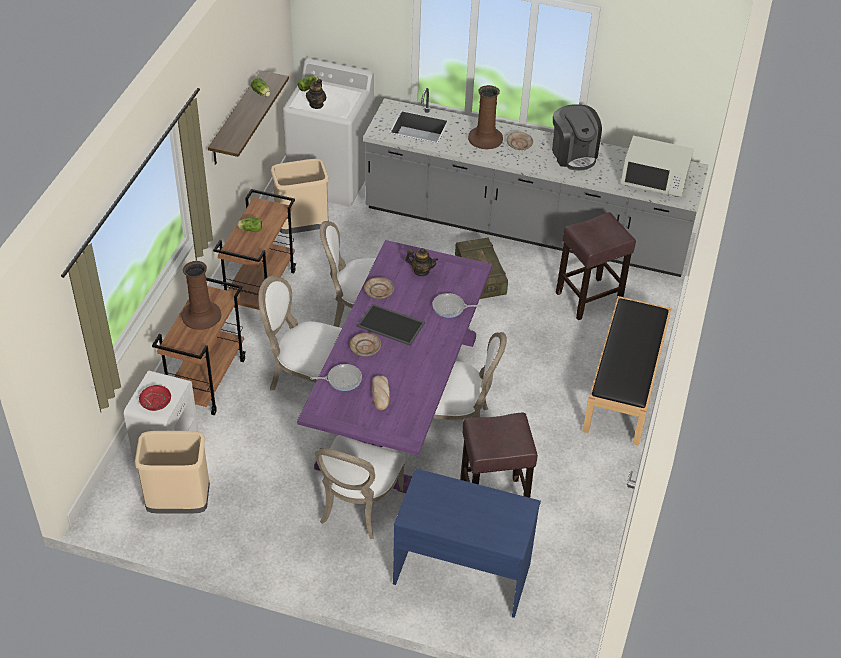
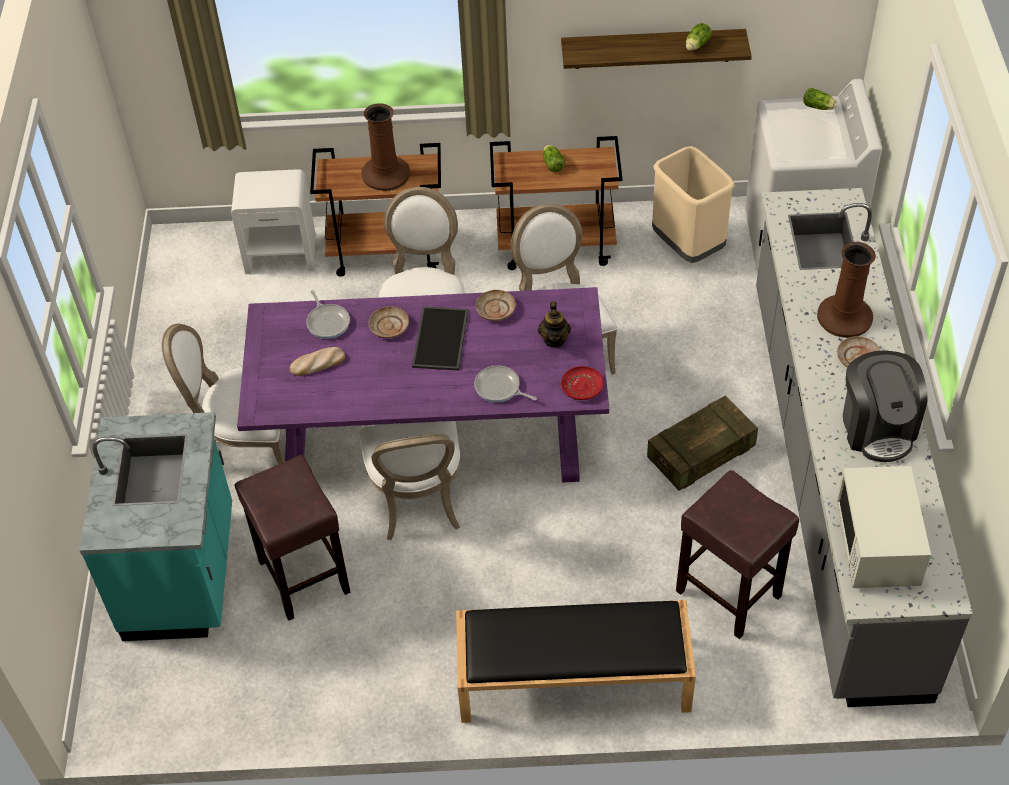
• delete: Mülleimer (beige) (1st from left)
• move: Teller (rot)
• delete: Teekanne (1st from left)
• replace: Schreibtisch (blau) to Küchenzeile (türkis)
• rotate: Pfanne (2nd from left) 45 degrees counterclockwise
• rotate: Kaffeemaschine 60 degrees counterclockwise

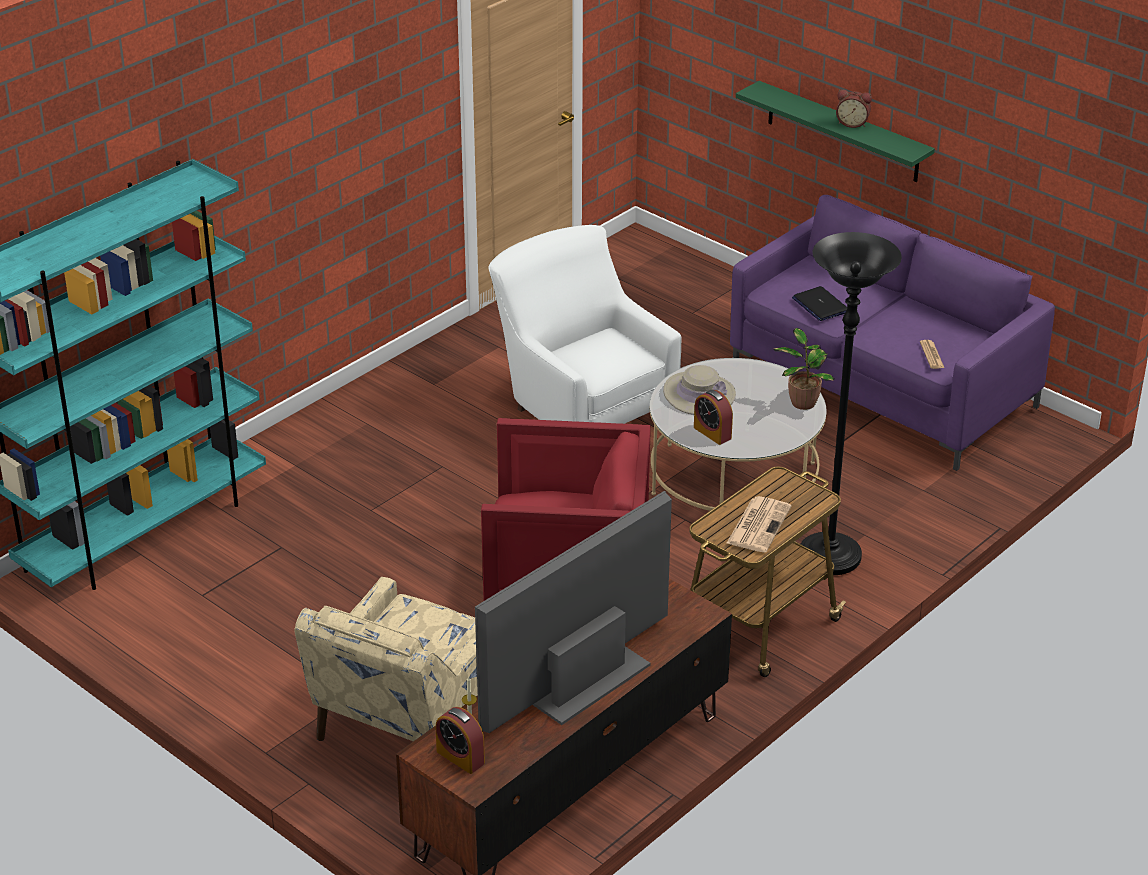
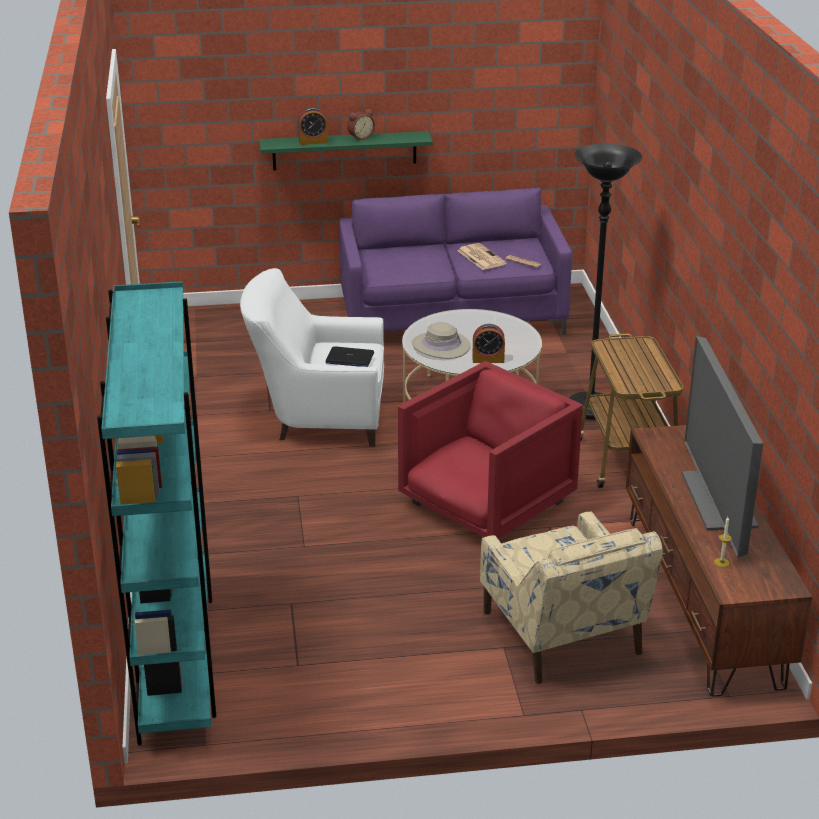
• move: Wecker (1st from left)
• move: Zeitung (1st from left)
• delete: Topfpflanze
• move: Laptop

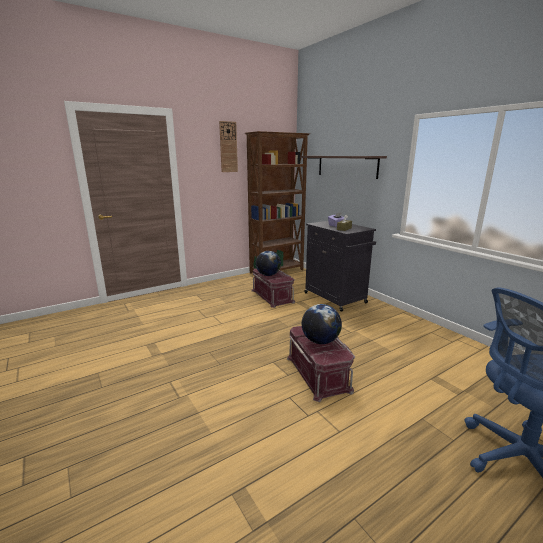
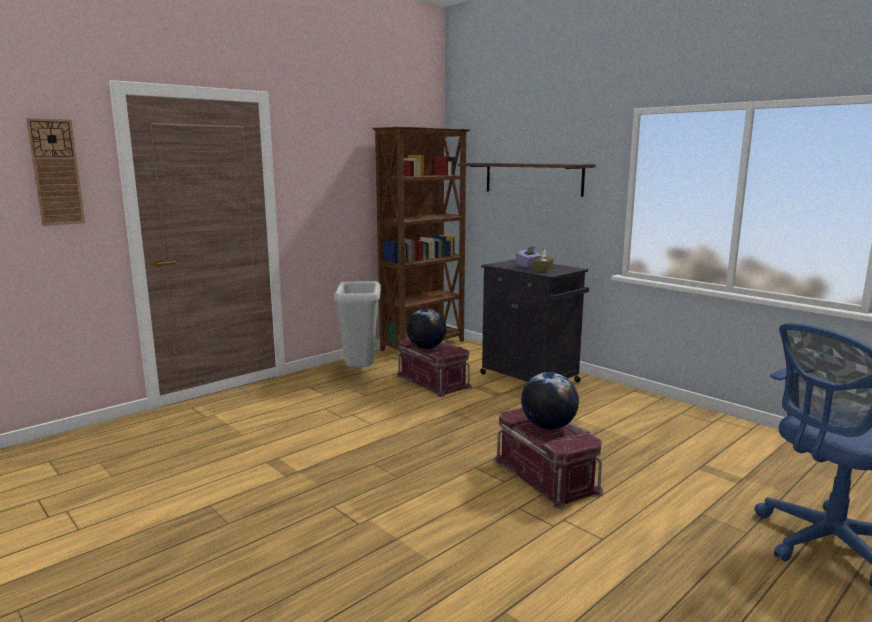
• move: Wanduhr
• insert: Mülleimer (grau)

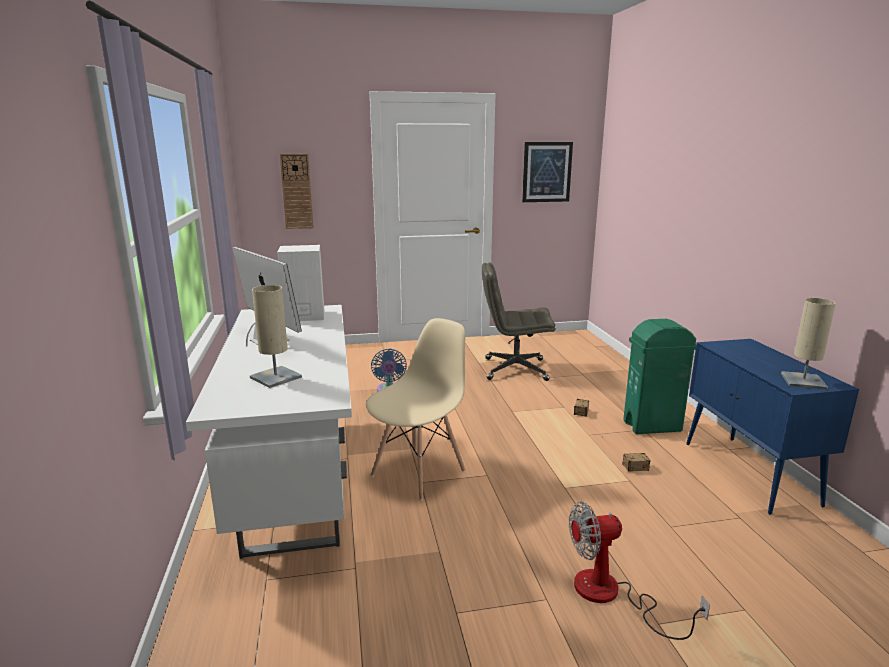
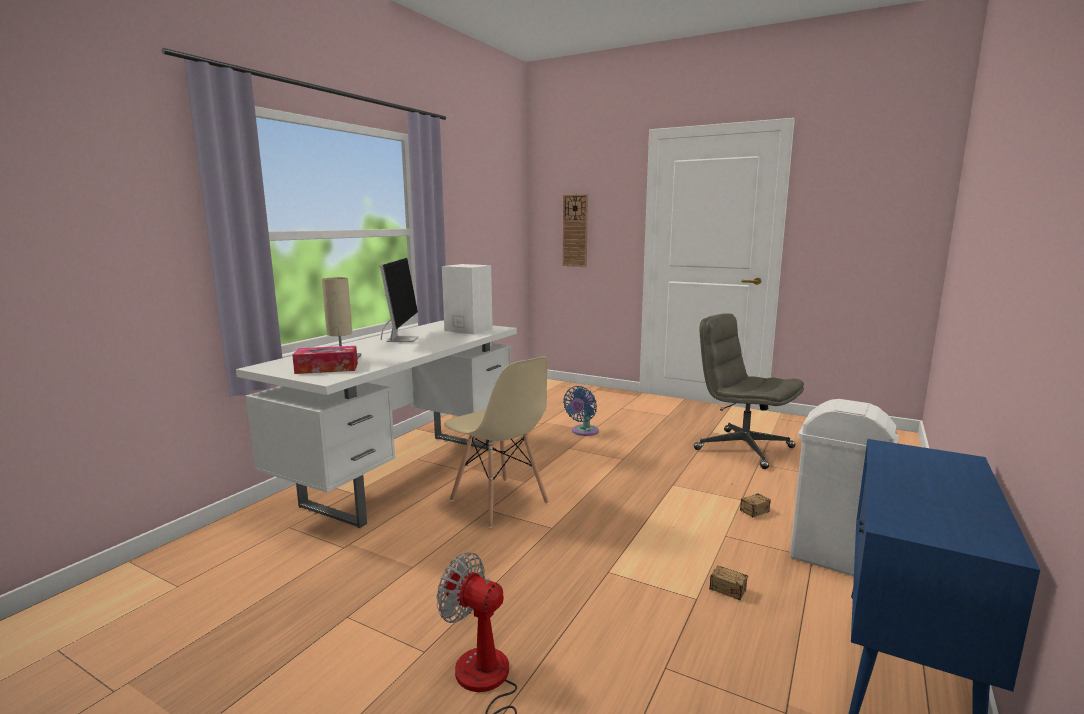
• rotate: Stuhl (beige) 60 degrees clockwise
• delete: Bild
• recolor: Mülleimer (grün) to Mülleimer (weiß)
• delete: Tischlampe (beige) (2nd from left)
• insert: Taschentuchbox

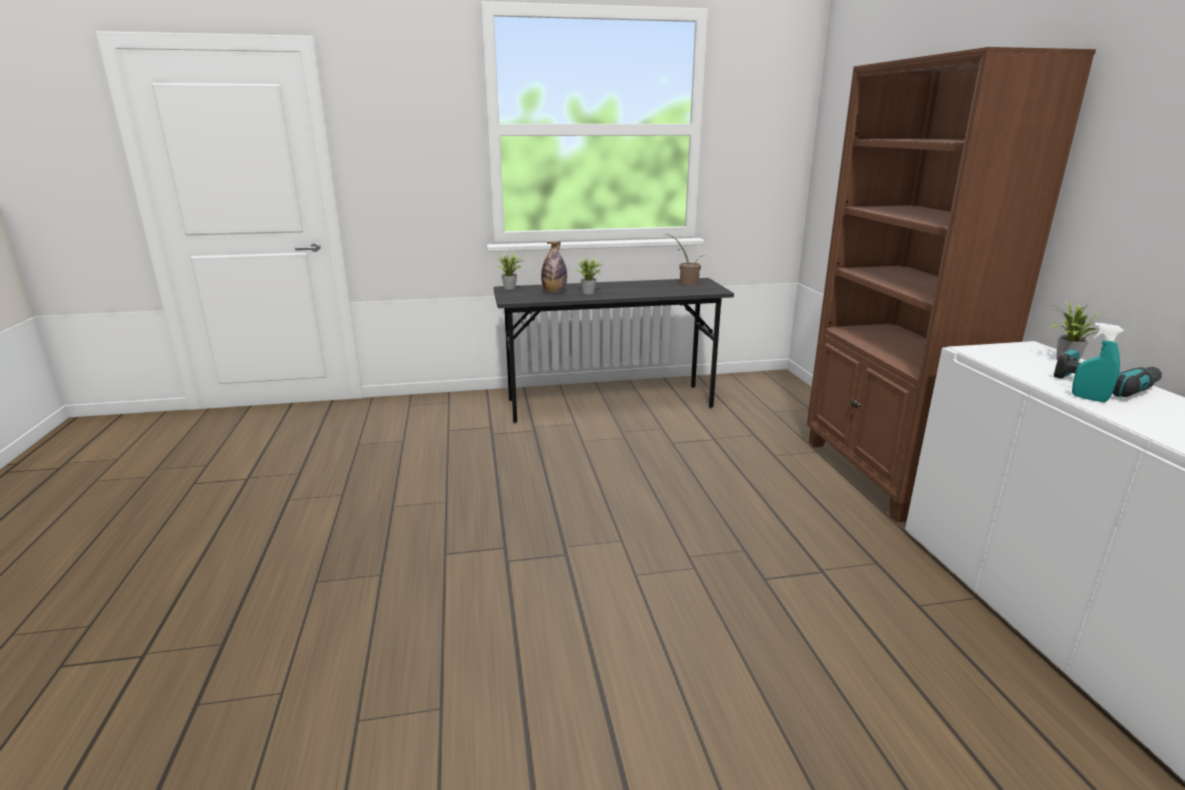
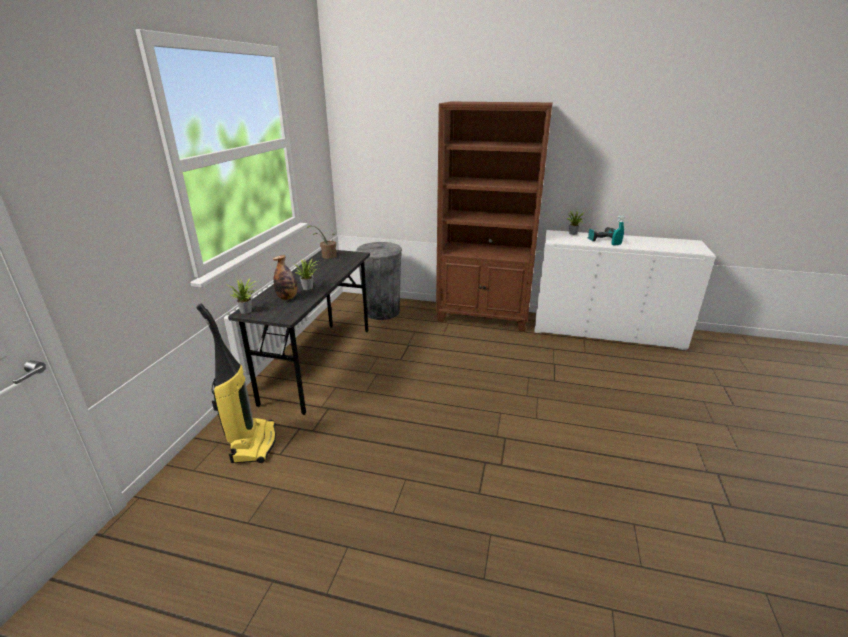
• insert: Staubsauger
• insert: Mülleimer (grau)

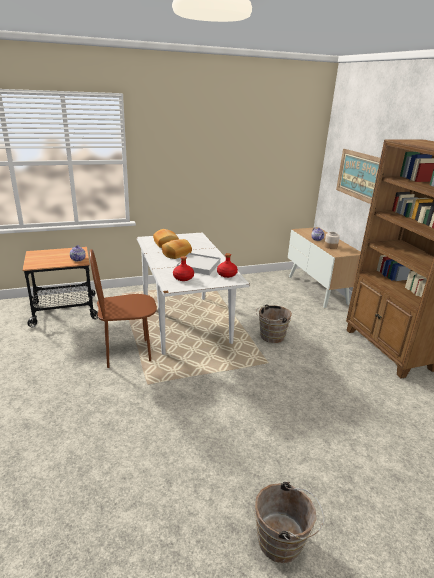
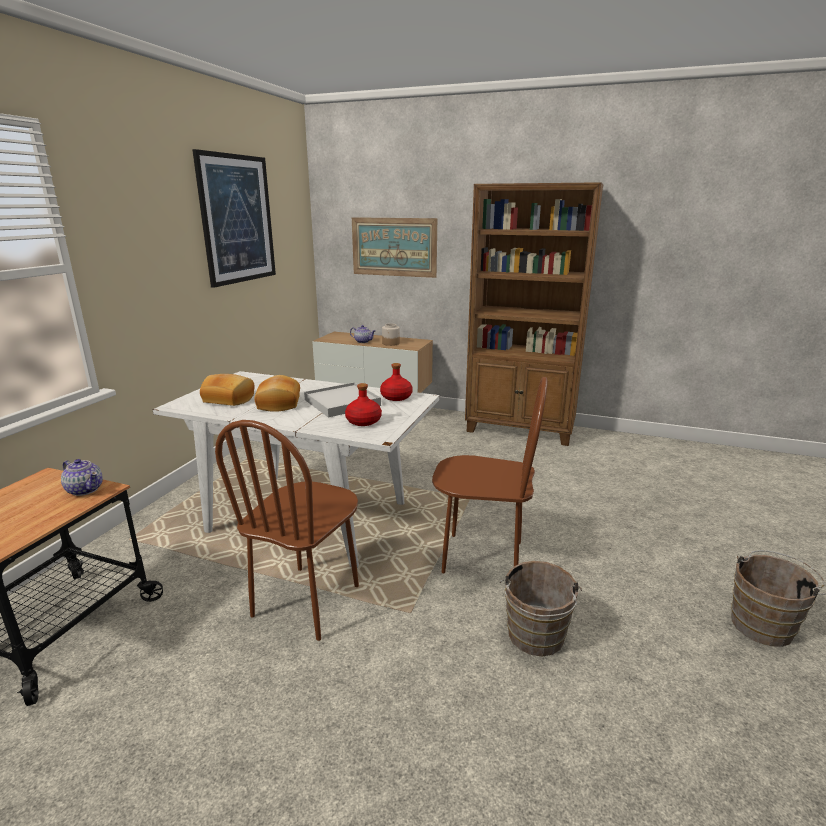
• move: Eimer (braun) (1st from left)
• insert: Bild (1st from left)
• insert: Stuhl (braun) (2nd from left)

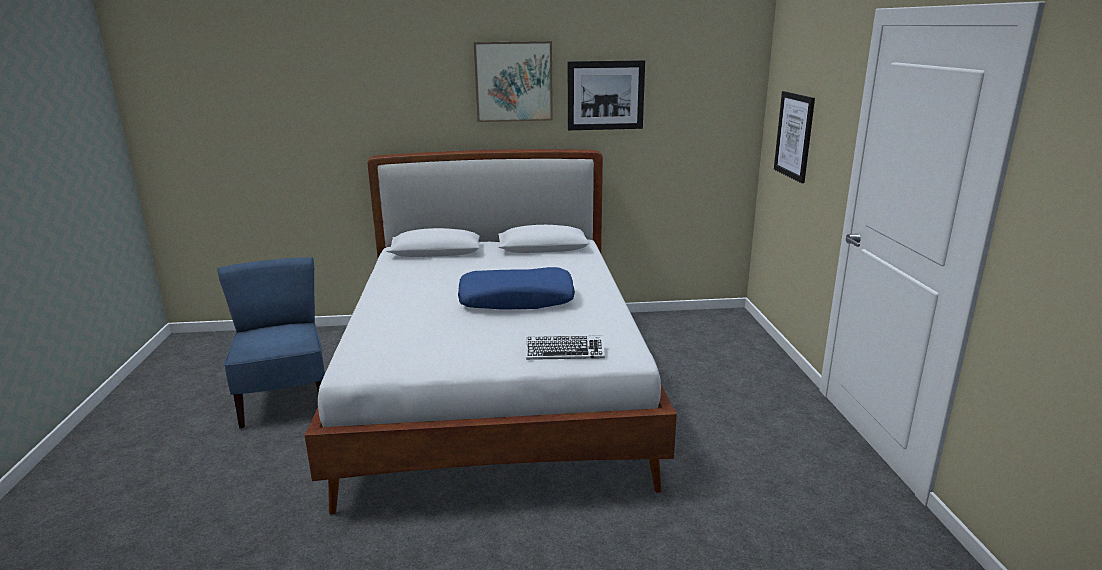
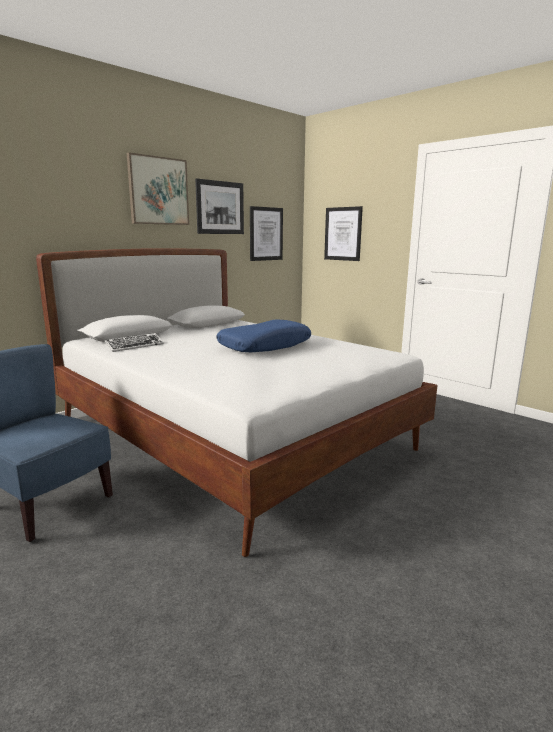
• move: Tastatur
• insert: Bild (3rd from left)

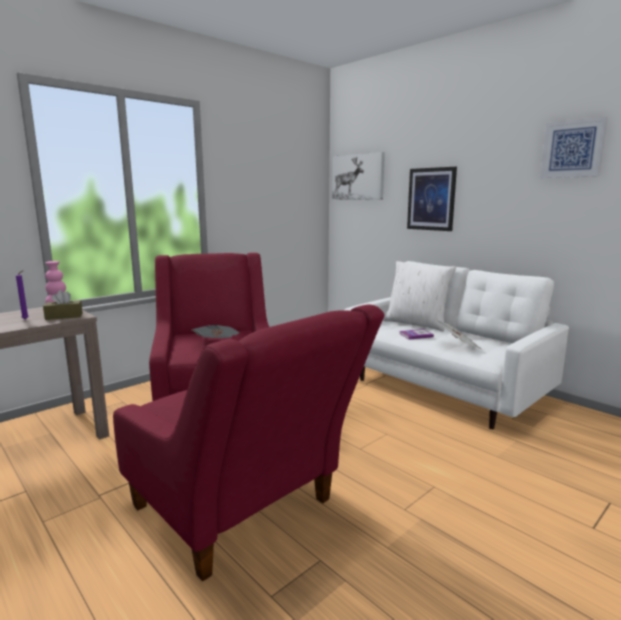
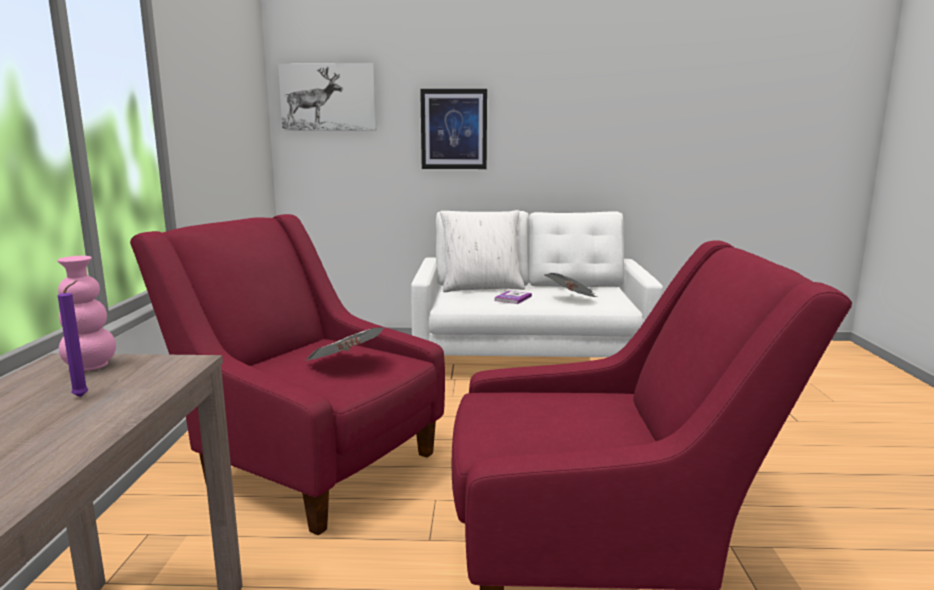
• delete: Taschentuchbox (braun)
• delete: Bild (3rd from left)

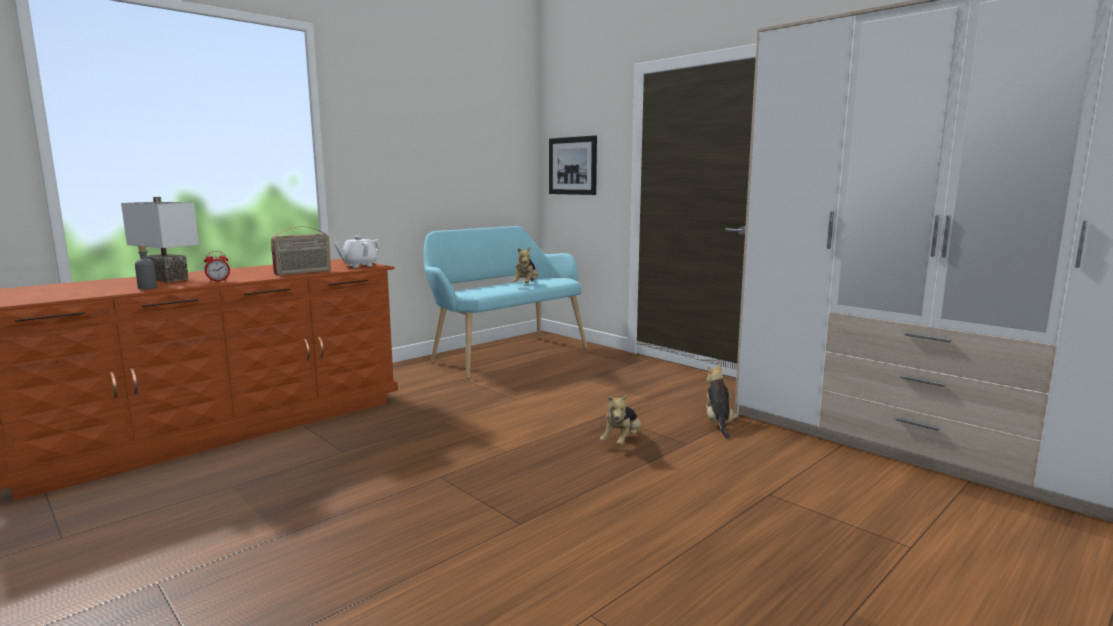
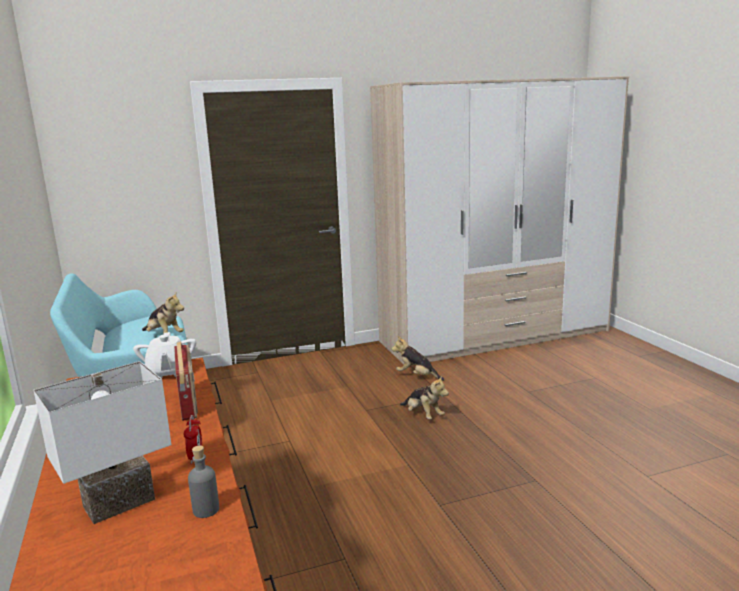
• delete: Bild

